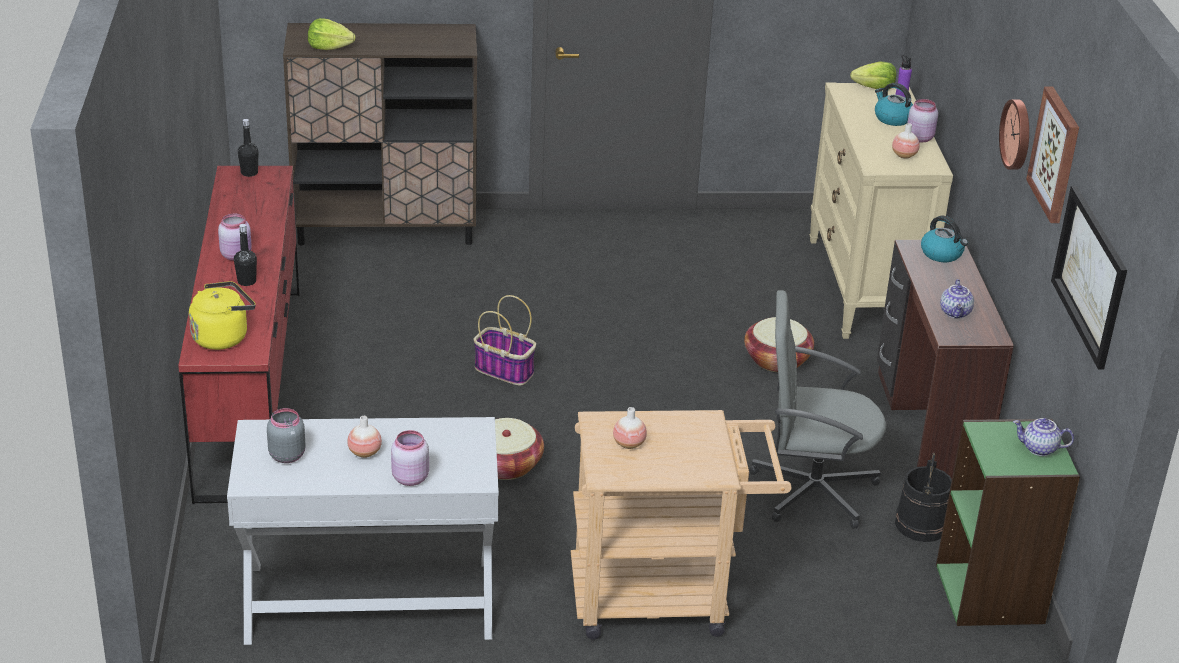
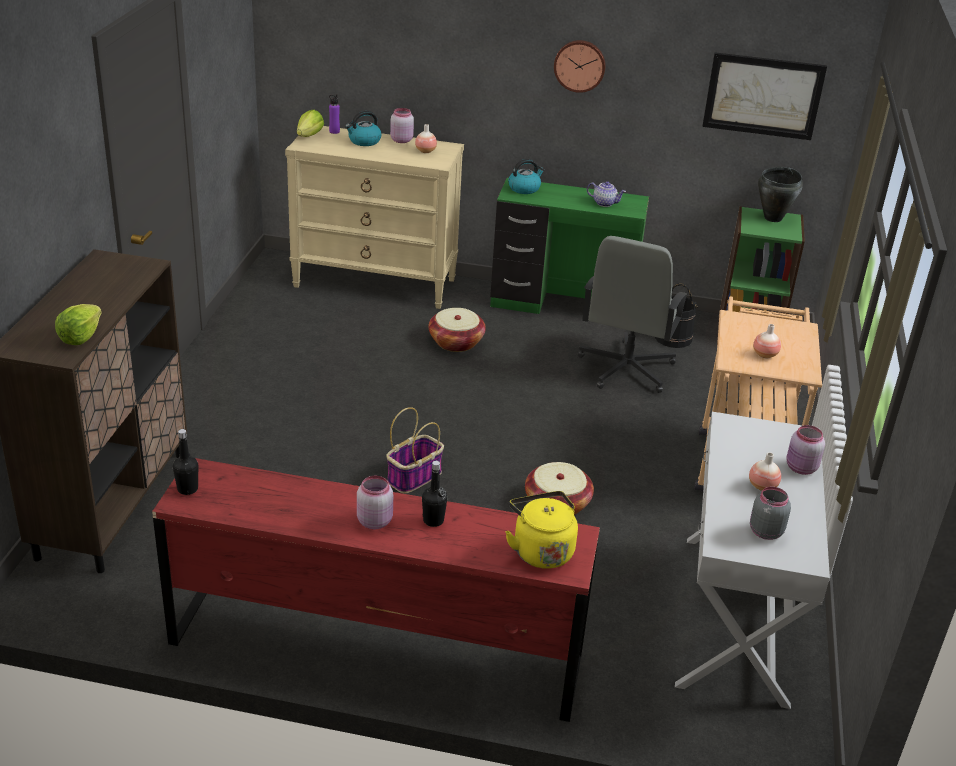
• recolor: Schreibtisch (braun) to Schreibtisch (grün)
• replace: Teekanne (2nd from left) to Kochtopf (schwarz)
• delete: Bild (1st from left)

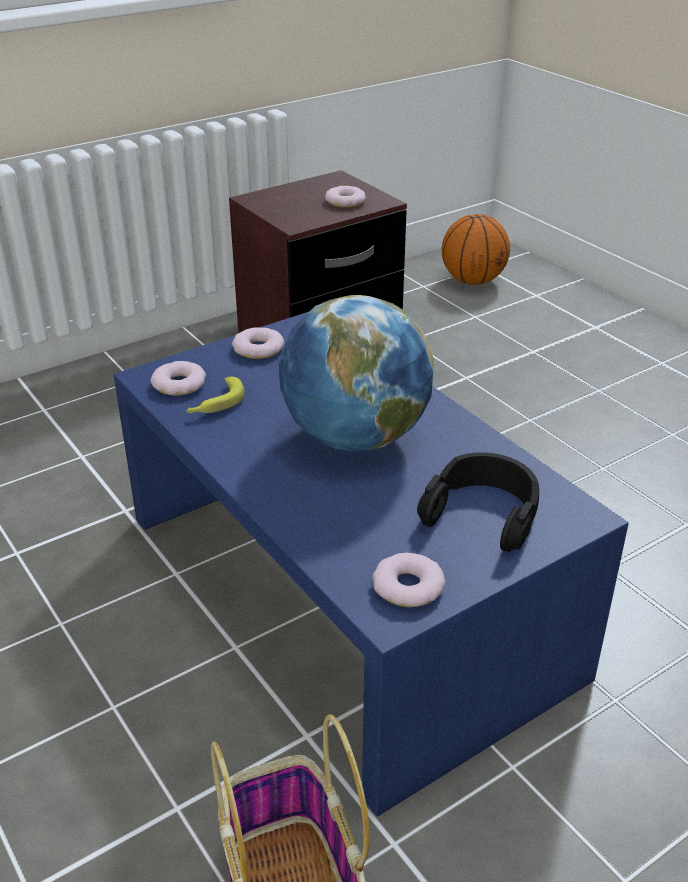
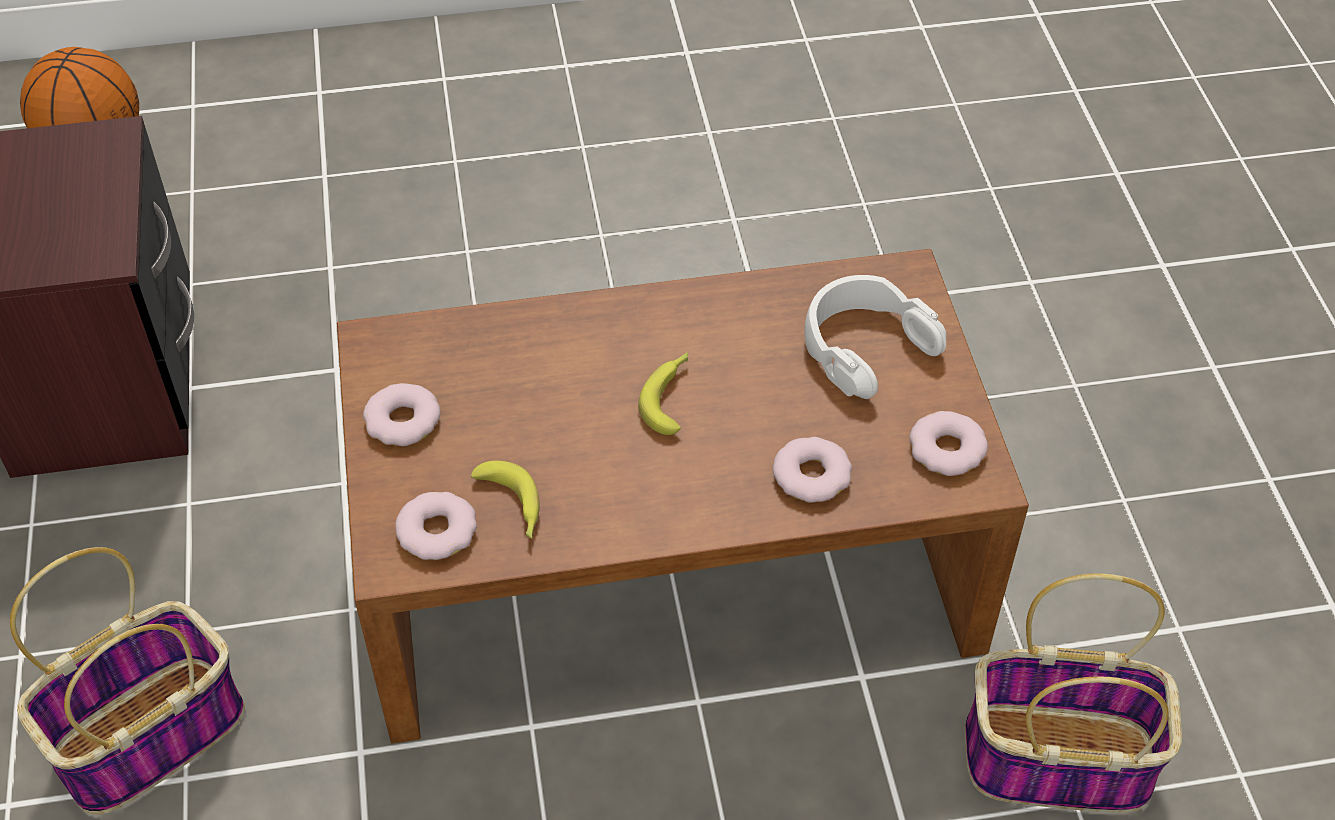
• recolor: Couchtisch (blau) to Couchtisch (braun)
• replace: Globus to Banane (2nd from left)
• move: Donut (3rd from left)
• recolor: Kopfhörer (schwarz) to Kopfhörer (weiß)
• insert: Korb (1st from left)

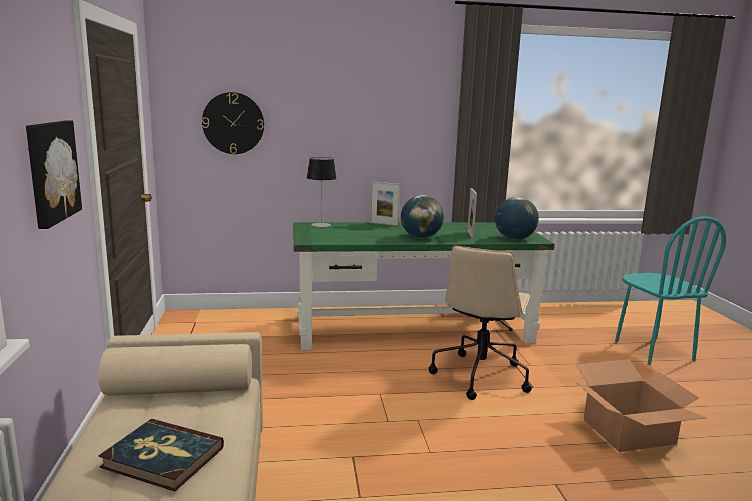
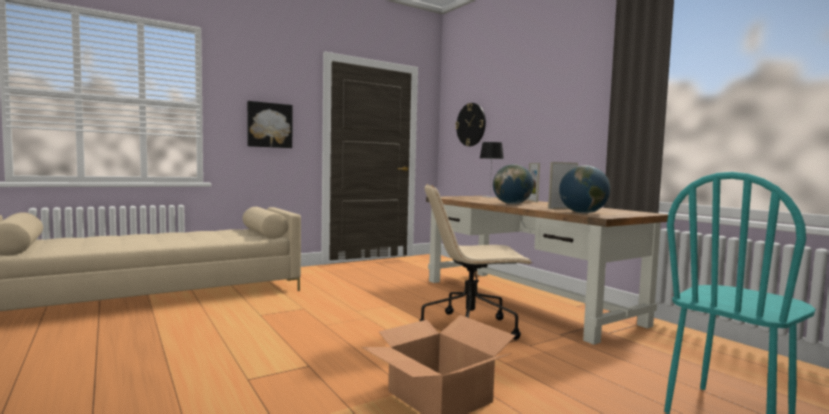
• delete: Buch
• recolor: Schreibtisch (grün) to Schreibtisch (braun)

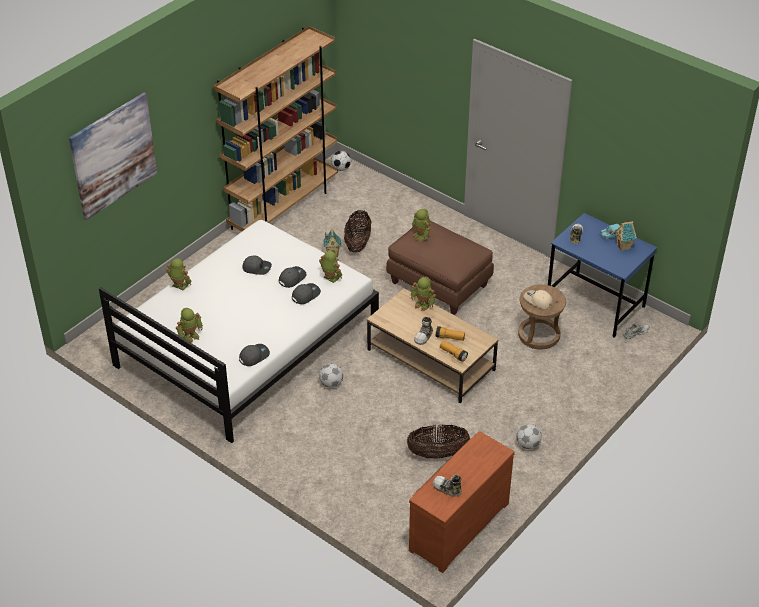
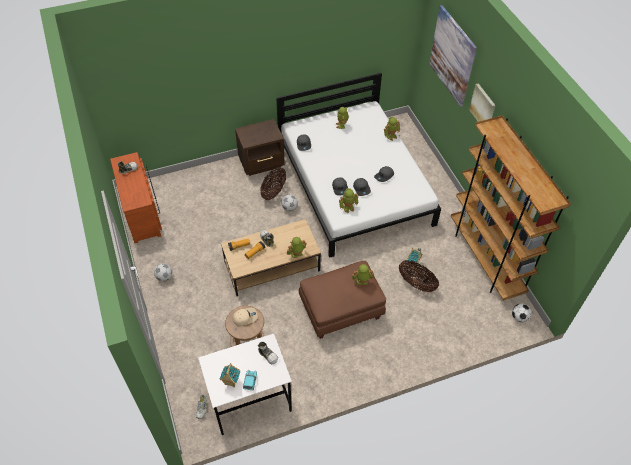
• move: Korb (2nd from left in the first image) to Korb (1st from left)
• recolor: Schreibtisch (blau) to Schreibtisch (weiß)
• insert: Nachttisch (braun)
• insert: Bild (2nd from left)

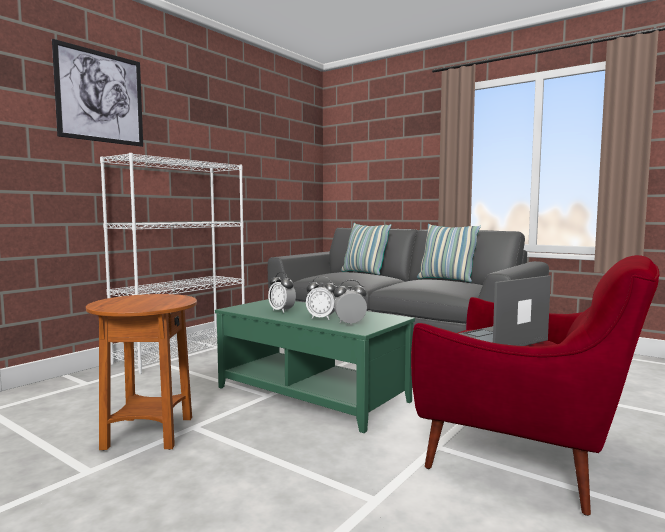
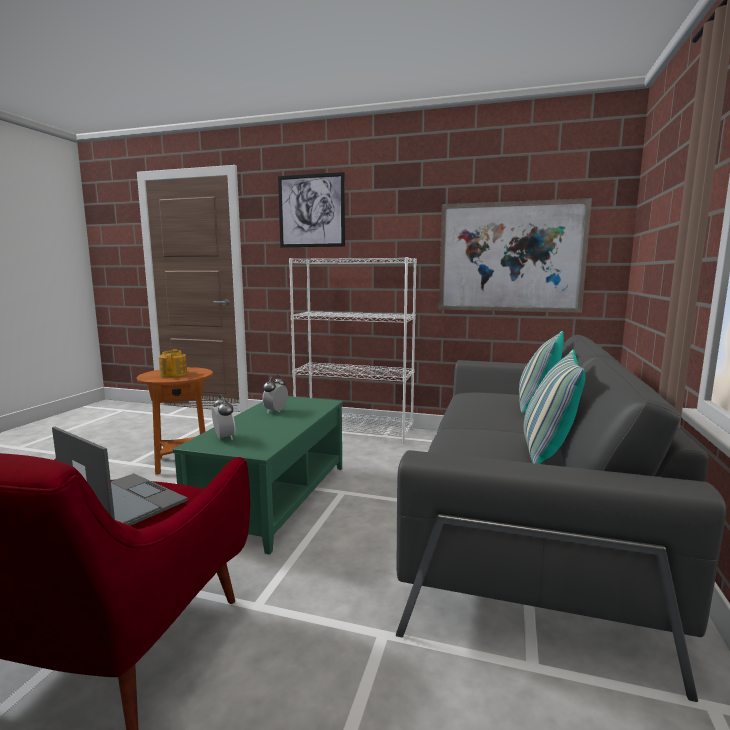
• delete: Wecker (2nd from left)
• insert: Teekanne
• insert: Bild (2nd from left)

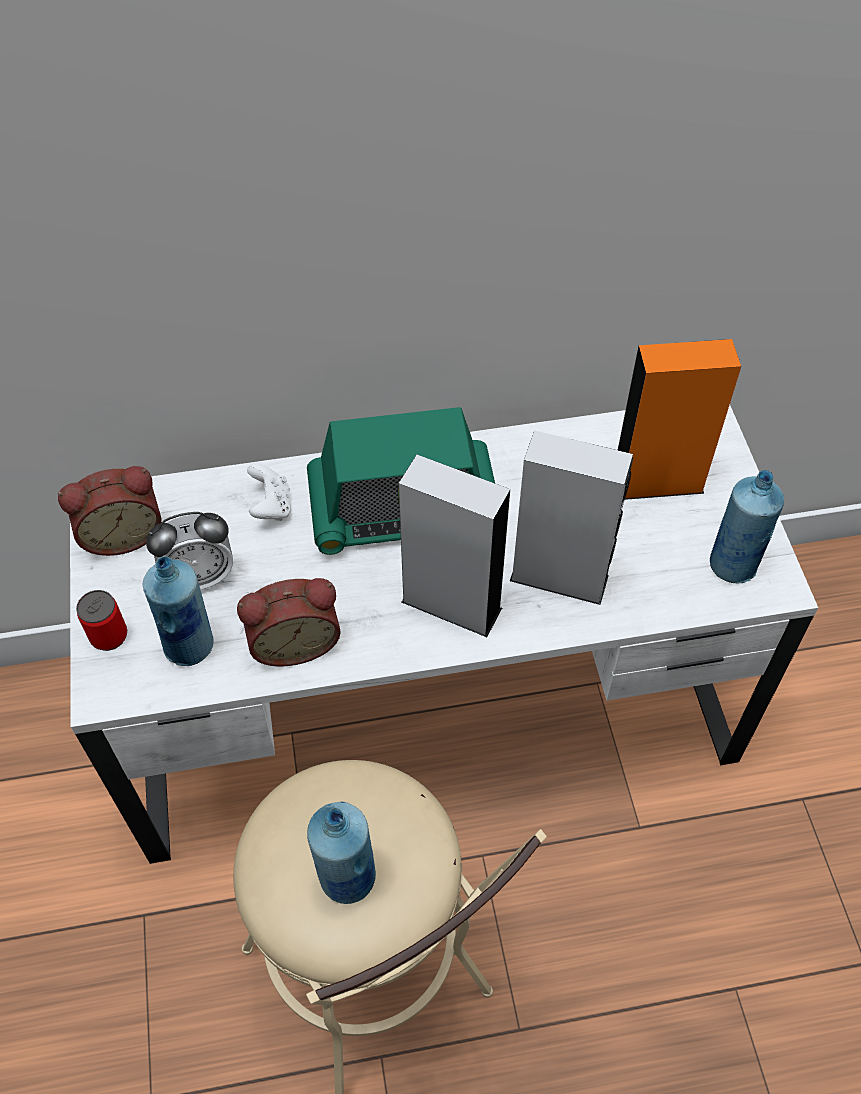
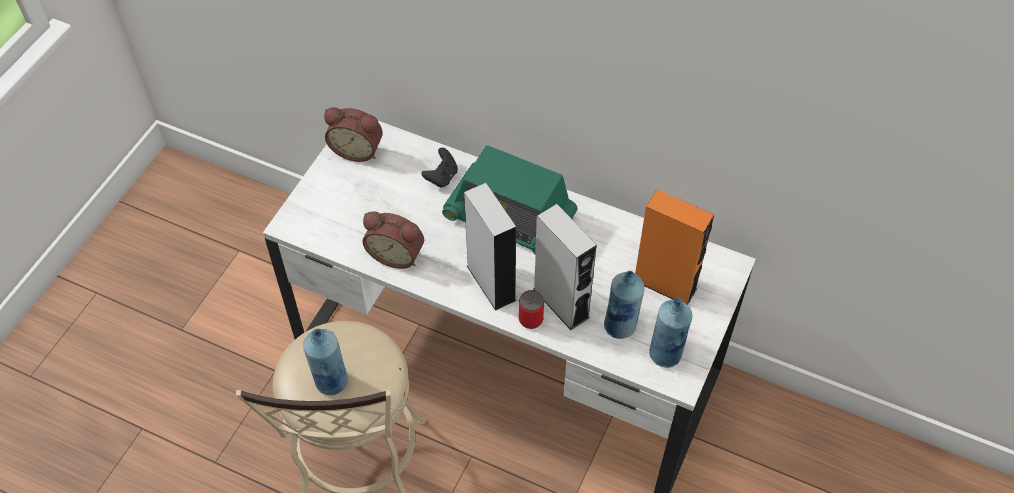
• move: Dose
• move: Flasche (blau) (1st from left in the first image) to Flasche (blau) (2nd from left)
• delete: Wecker (2nd from left)
• recolor: Gamepad (weiß) to Gamepad (schwarz)

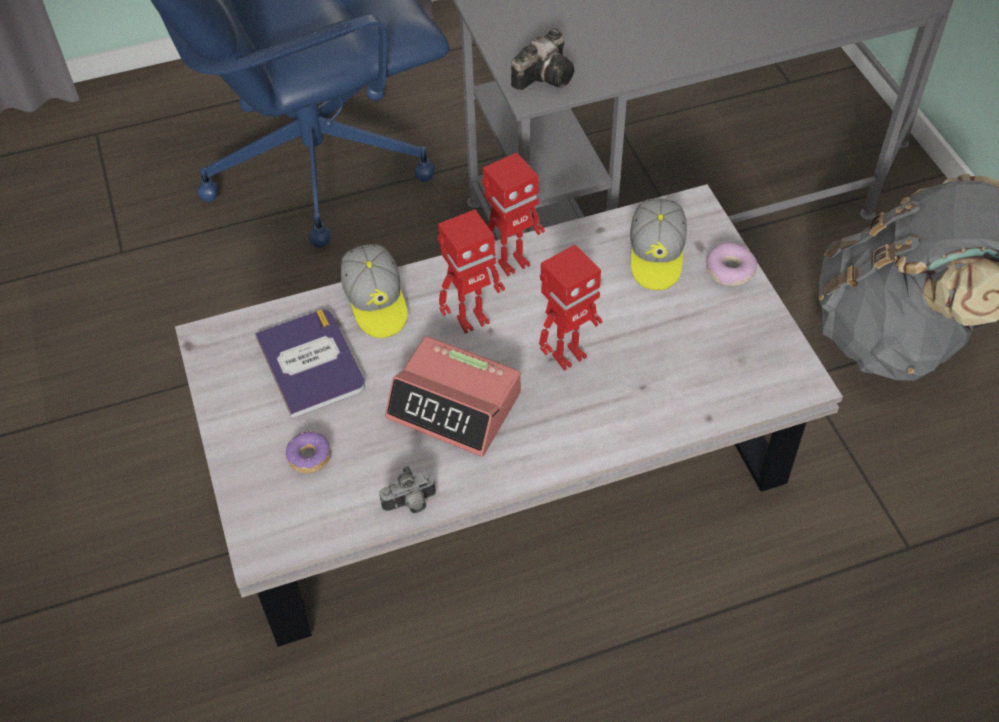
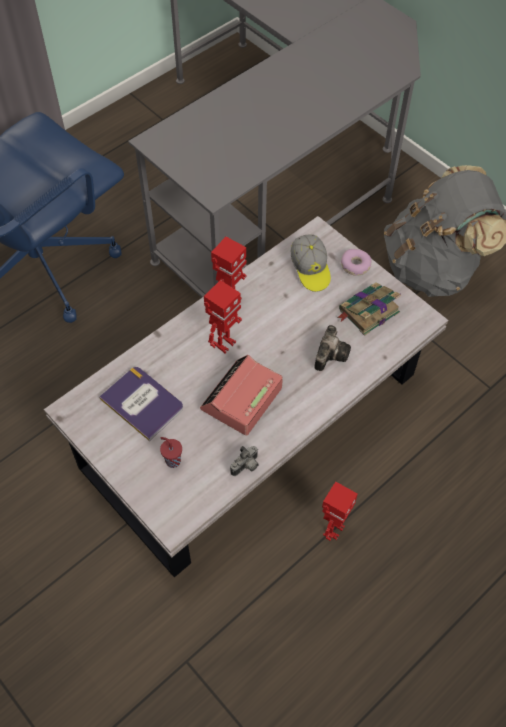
• replace: Donut (1st from left) to Tasse (rot)
• delete: Kappe (1st from left)
• rotate: Wecker 120 degrees clockwise
• move: Kamera (2nd from left)
• move: Spielzeugroboter (3rd from left)
• insert: Buch (2nd from left)

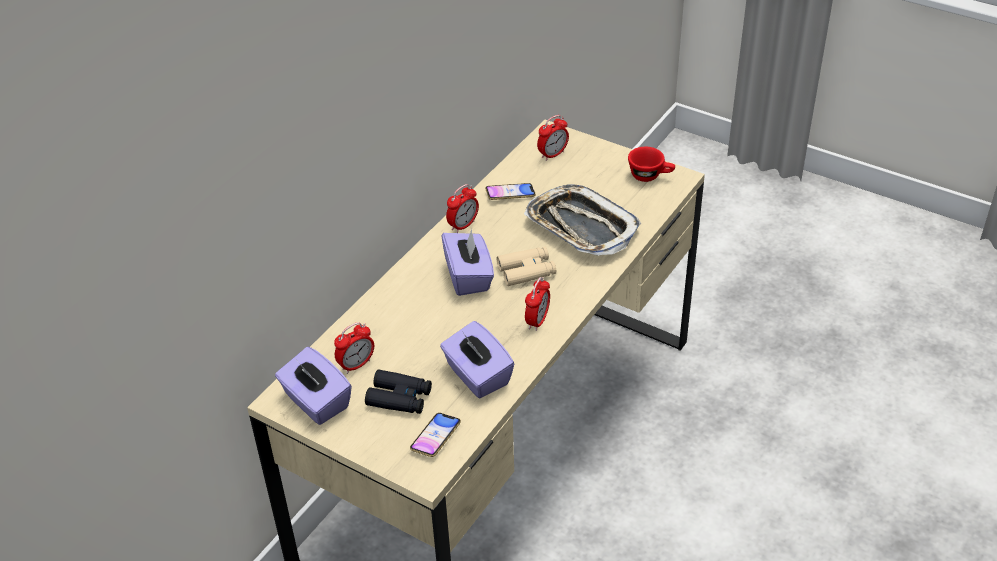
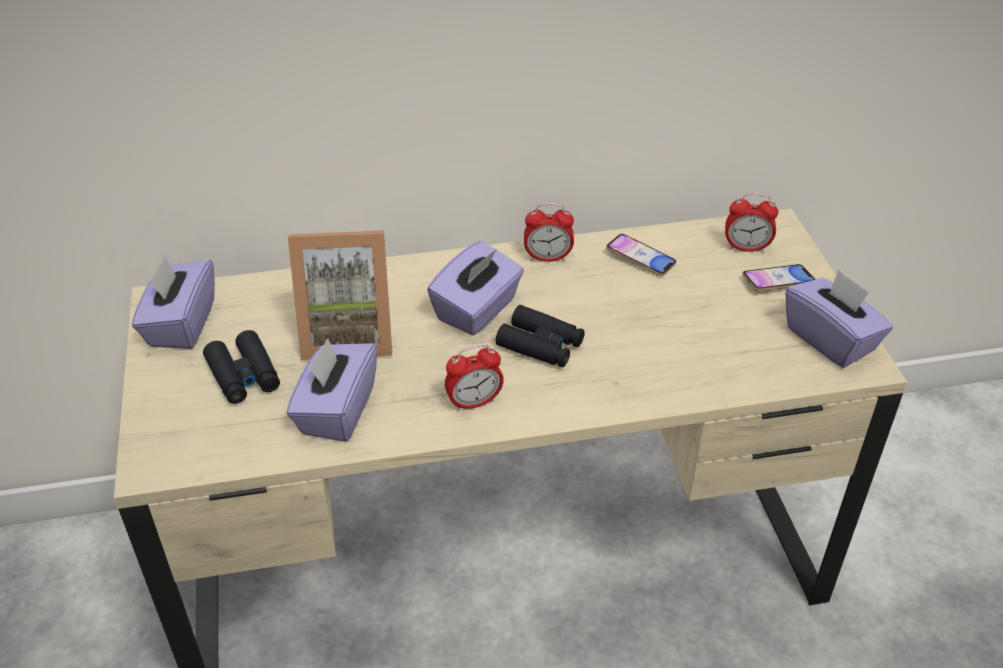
• delete: Wecker (1st from left)
• move: Handy (1st from left in the first image) to Handy (2nd from left)
• recolor: Fernglas (beige) to Fernglas (schwarz) (2nd from left)
• delete: Tablett
• replace: Tasse (rot) to Taschentuchbox (lila) (4th from left)
• insert: Bilderrahmen

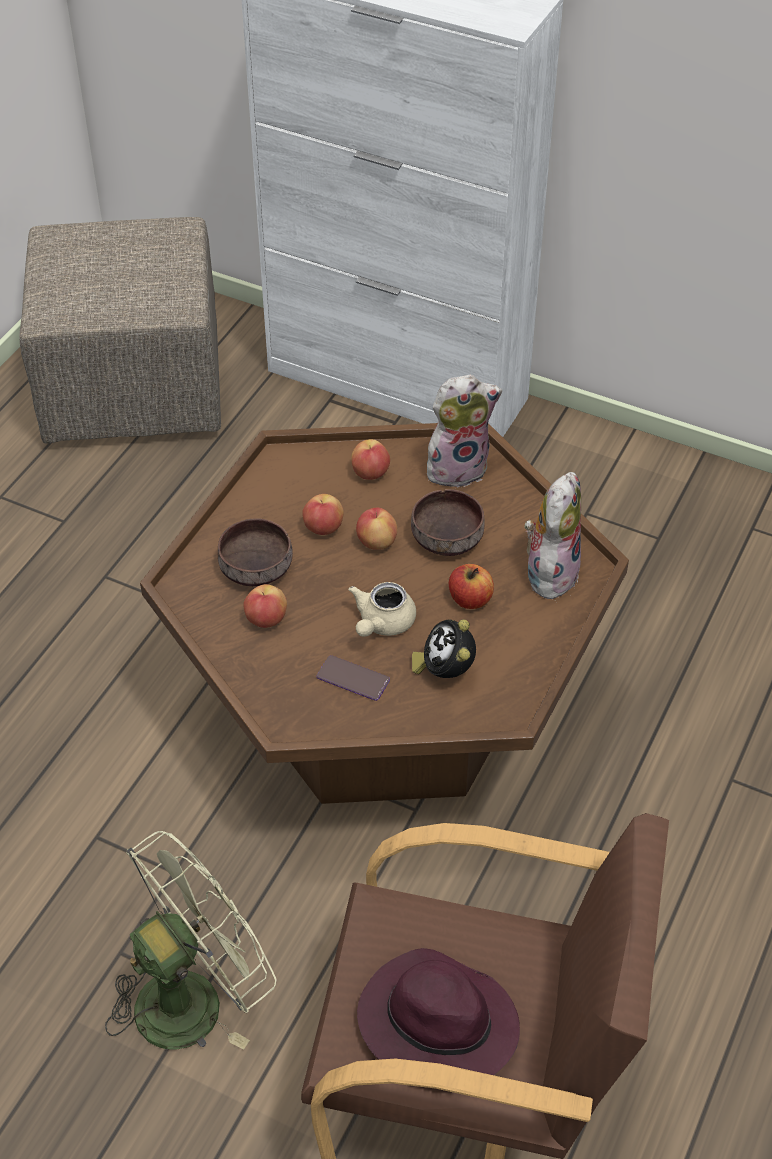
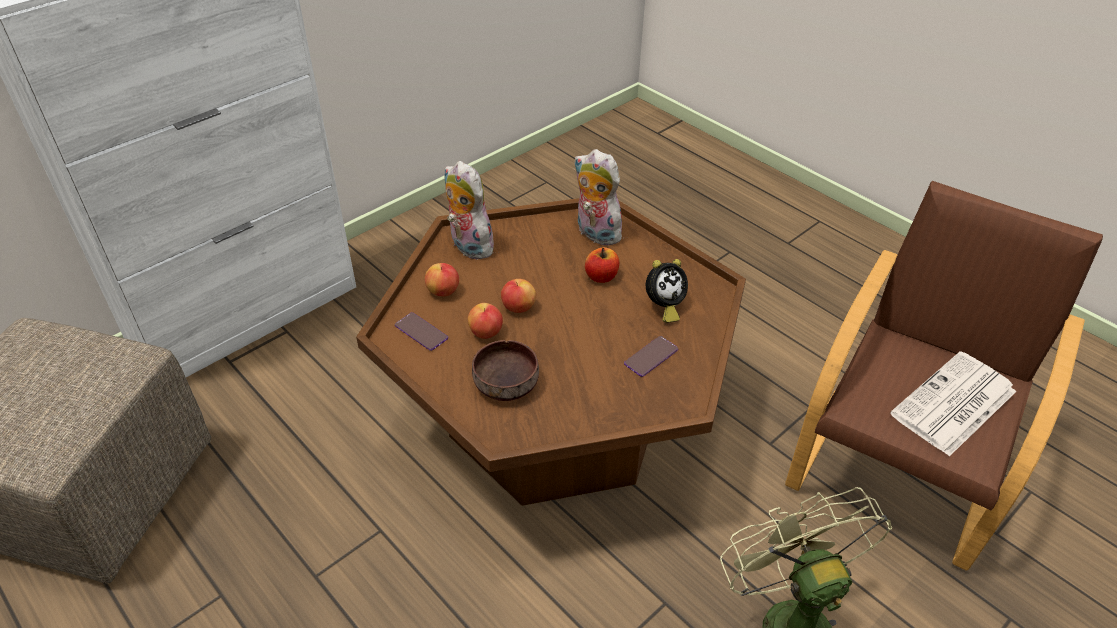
• delete: Apfel (1st from left)
• delete: Teekanne (beige)
• replace: Hut (lila) to Zeitung
• delete: Schüssel (braun) (2nd from left)
• rotate: Wecker 45 degrees counterclockwise
• rotate: Plüschtier (1st from left) 45 degrees counterclockwise
• insert: Handy (1st from left)

